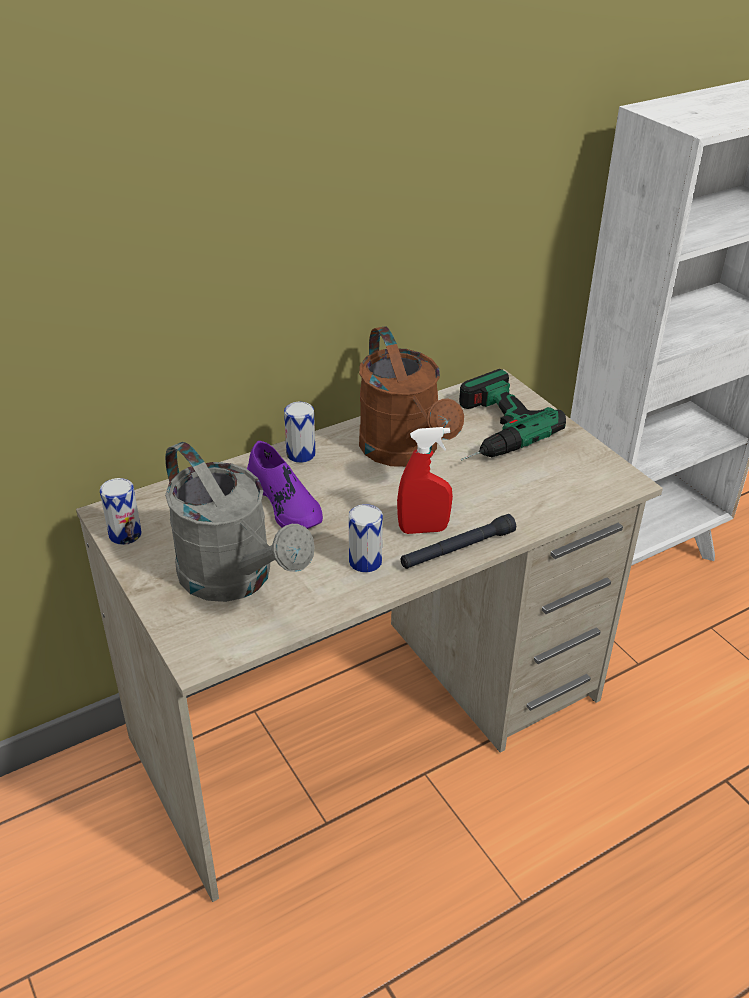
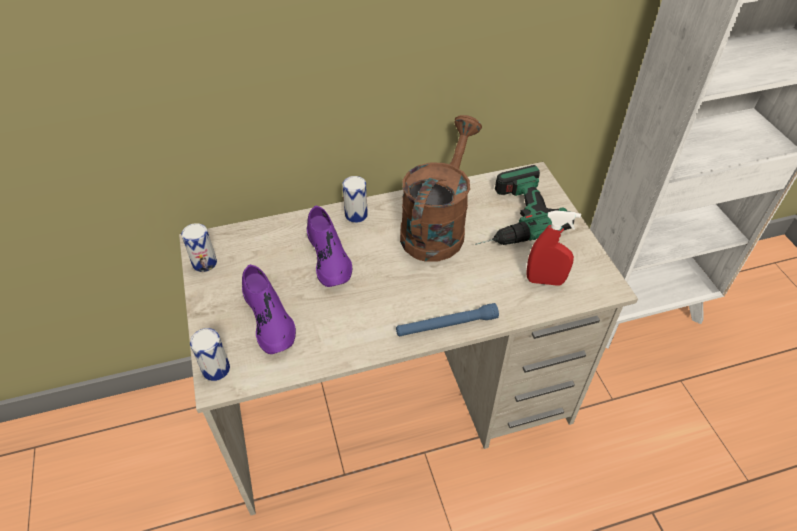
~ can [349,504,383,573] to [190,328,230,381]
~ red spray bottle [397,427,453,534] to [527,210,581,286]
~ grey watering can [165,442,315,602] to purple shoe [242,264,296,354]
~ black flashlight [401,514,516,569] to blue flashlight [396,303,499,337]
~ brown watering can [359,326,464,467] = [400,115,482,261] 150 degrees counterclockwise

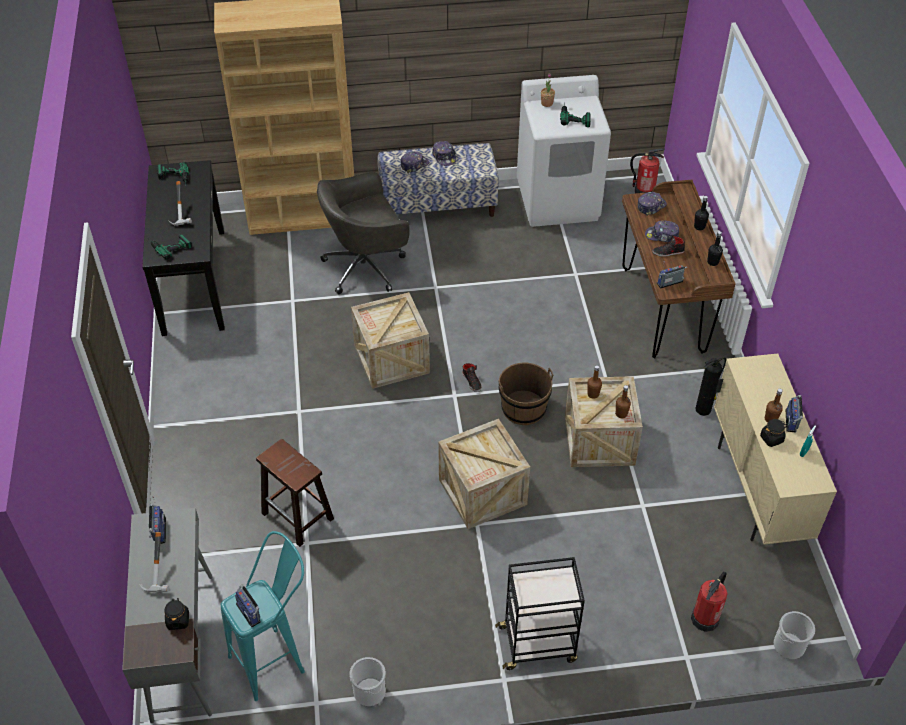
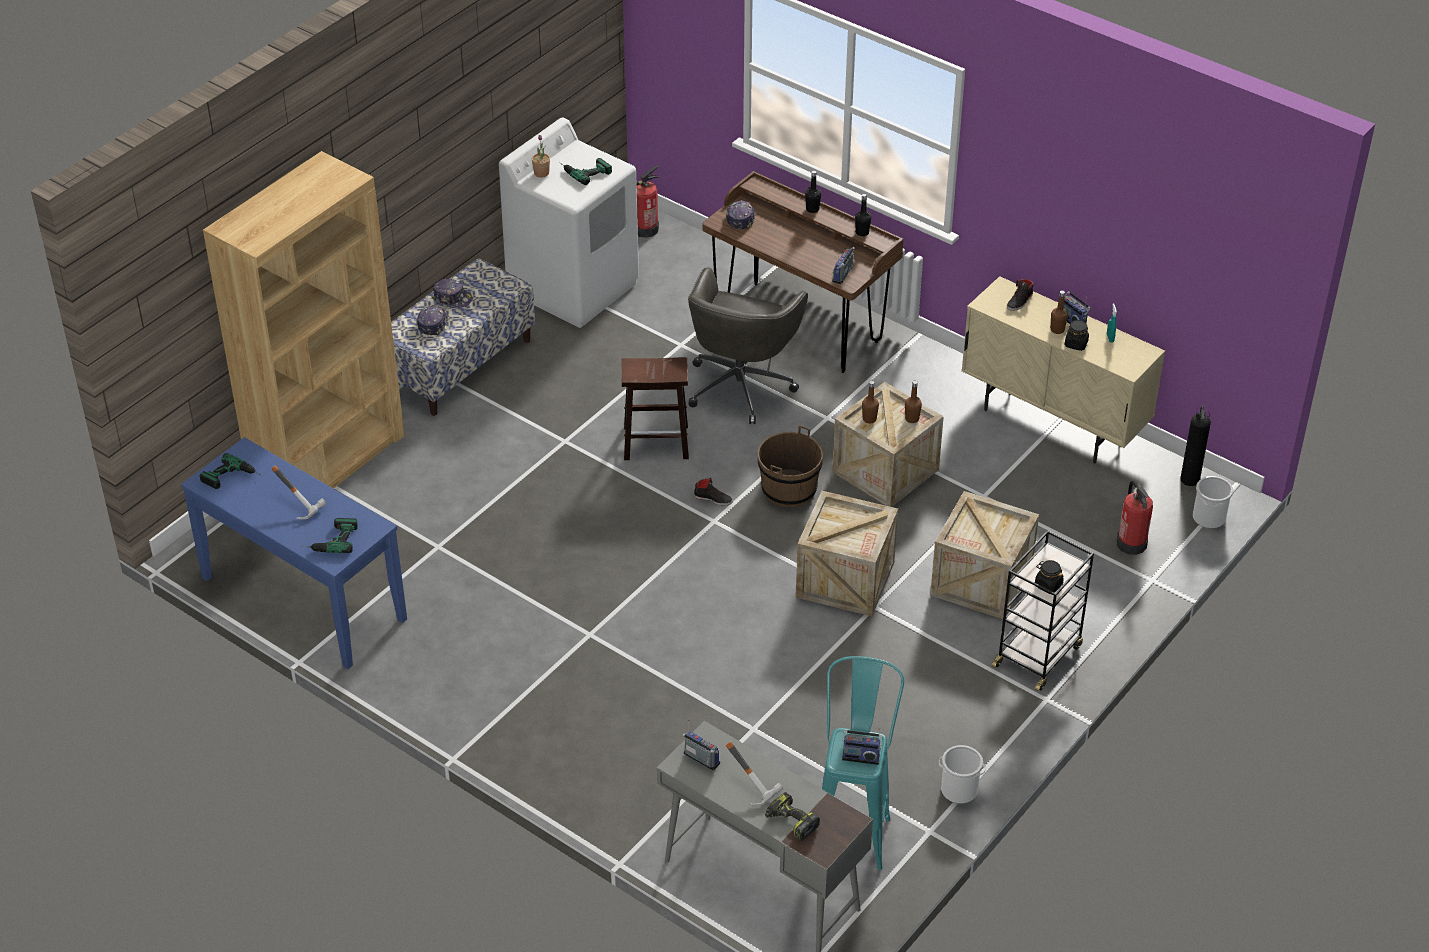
- cap [645,220,679,243]
+ power drill [765,792,820,841]
~ black jar [164,598,189,630] to [1035,560,1064,594]
~ brown stool [256,439,334,547] to [622,357,689,460]
~ grey office chair [317,172,410,294] to [688,267,808,424]
~ crate [351,292,430,389] to [930,491,1039,619]
~ black shoe [652,235,685,257] to [1007,279,1034,311]
~ fire extinguisher [695,357,726,416] to [1180,406,1211,486]
~ black console table [142,160,225,336] to blue console table [181,437,407,669]

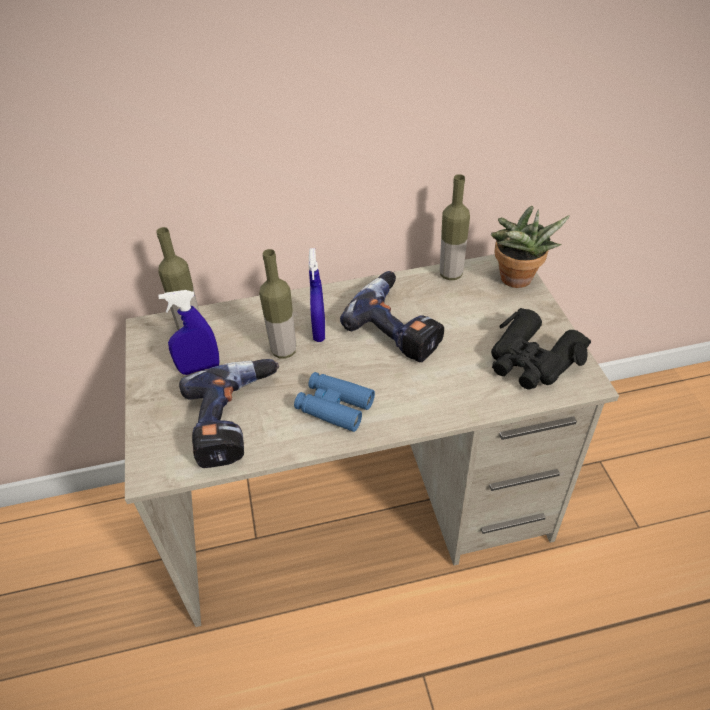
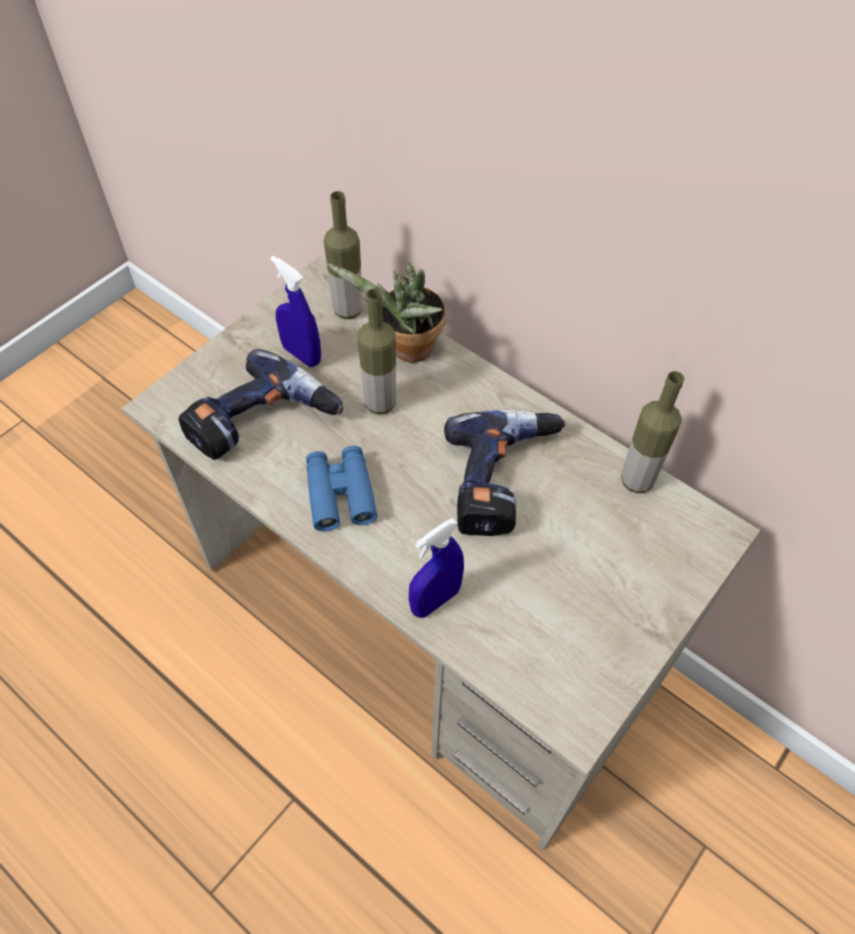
- black binoculars [491,308,591,389]
~ blue spray bottle [309,248,325,342] to [409,518,464,618]
~ potted plant [491,206,570,288] to [327,263,446,363]

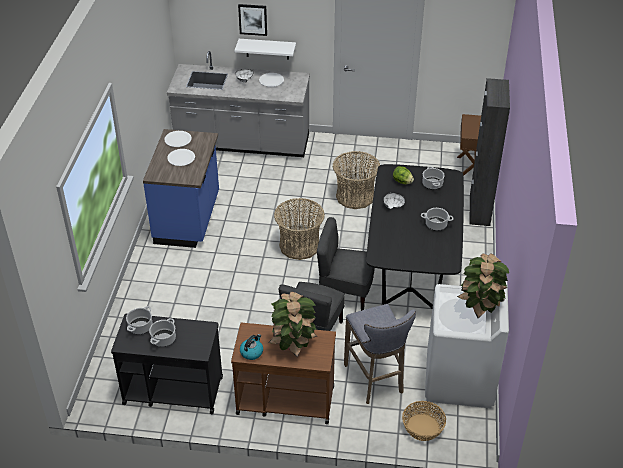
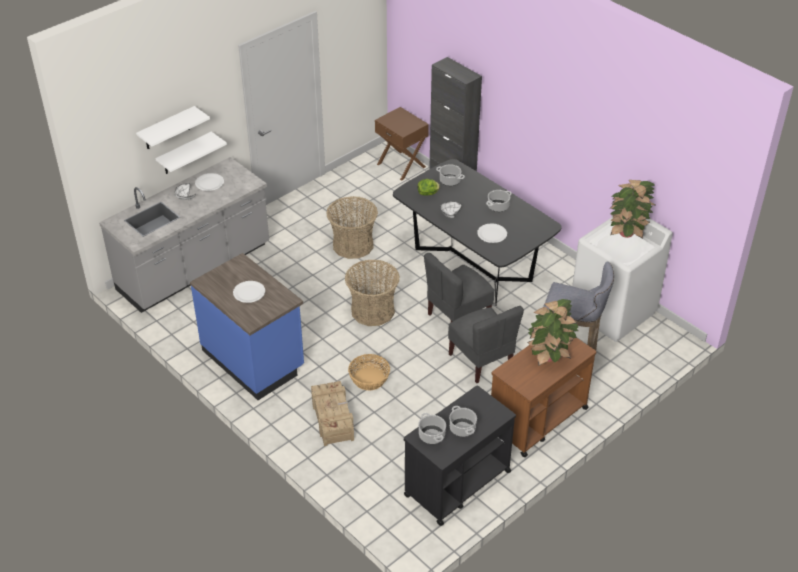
- kettle [240,334,263,360]
+ crate [311,381,354,446]
~ white plate [164,131,192,147] to [477,223,507,243]
~ basket [402,401,446,441] to [348,354,390,390]
~ picture [238,4,267,36] to white shelf [136,106,210,149]

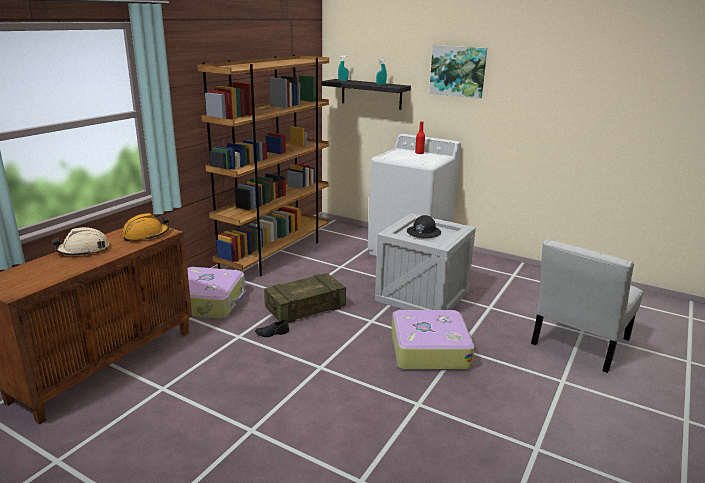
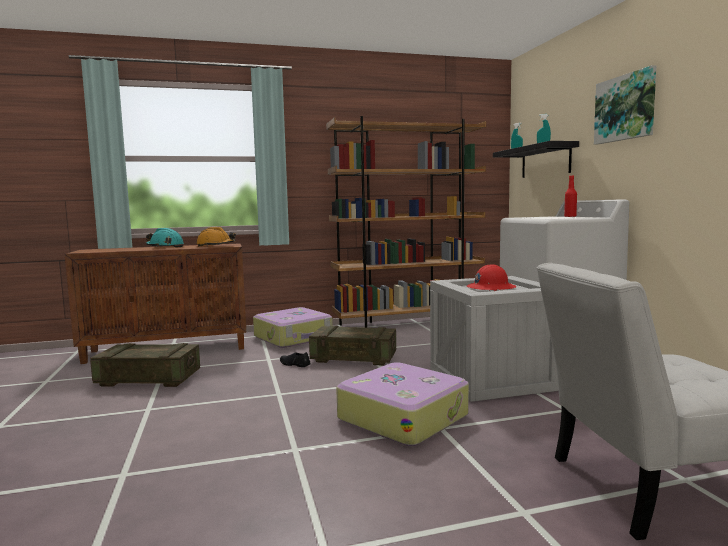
+ crate [90,343,200,387]
~ beige hard hat [52,227,109,256] to turquoise hard hat [146,228,184,248]
~ black hard hat [407,215,441,238] to red hard hat [467,264,516,291]

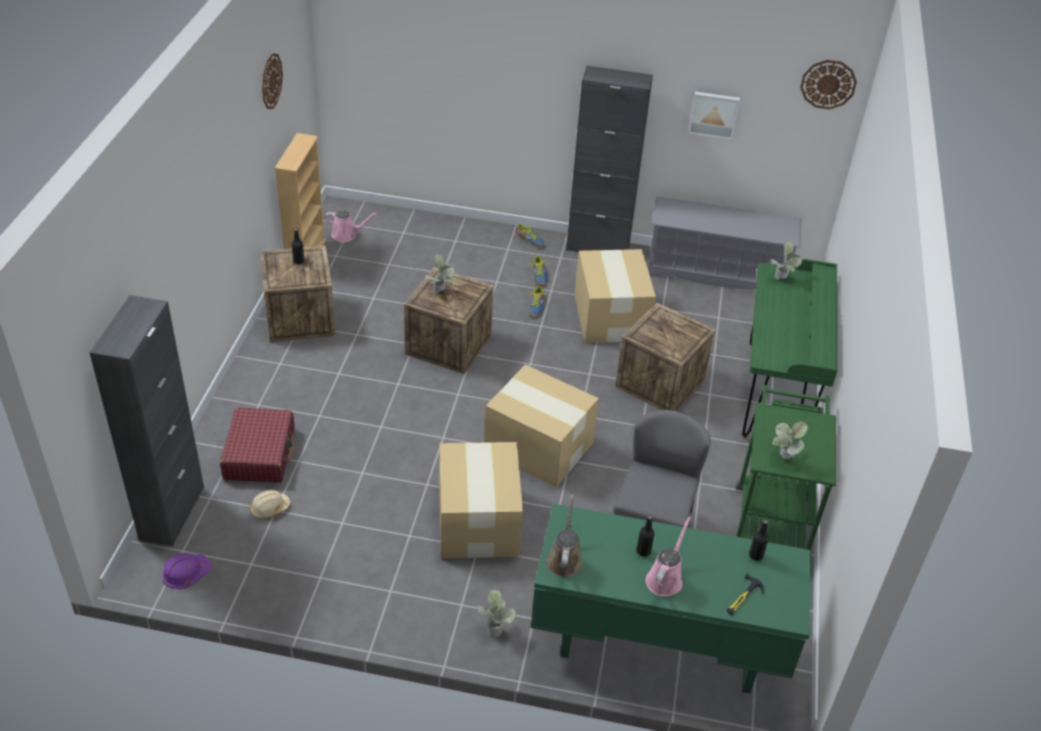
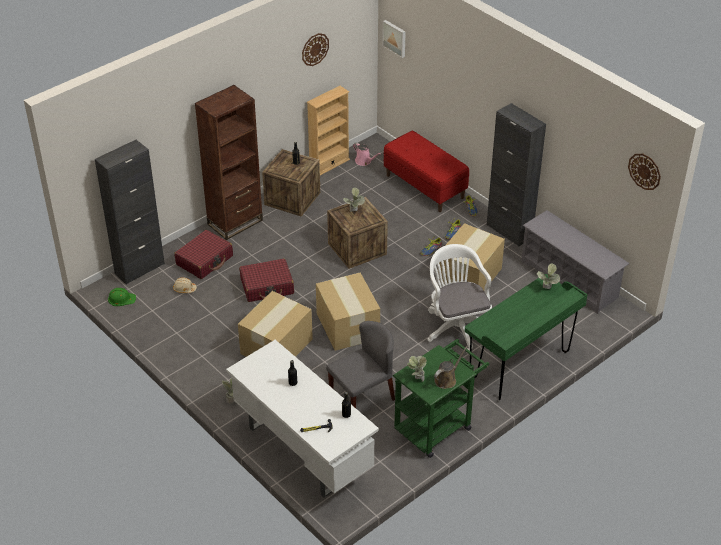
- pink watering can [646,517,691,597]
+ brown bookcase [195,85,263,240]
+ red suitcase [239,259,294,302]
+ red bench [384,131,469,212]
~ brown watering can [546,494,582,577] to [434,346,468,389]
~ picture [688,92,740,140] to [382,20,406,58]
~ crate [615,303,716,411] to white office chair [428,244,492,353]
~ purple hard hat [162,553,212,589] to green hard hat [108,288,136,306]
~ green desk [531,503,811,694] to white desk [226,340,379,497]

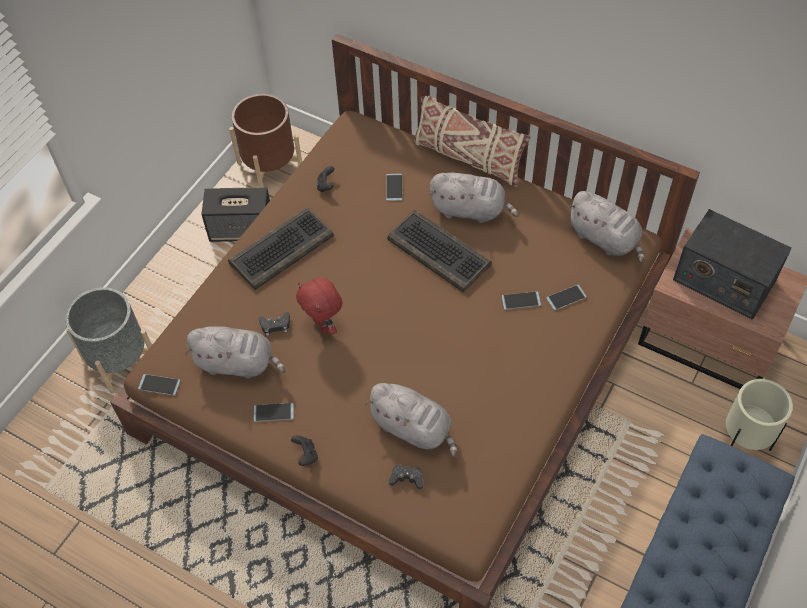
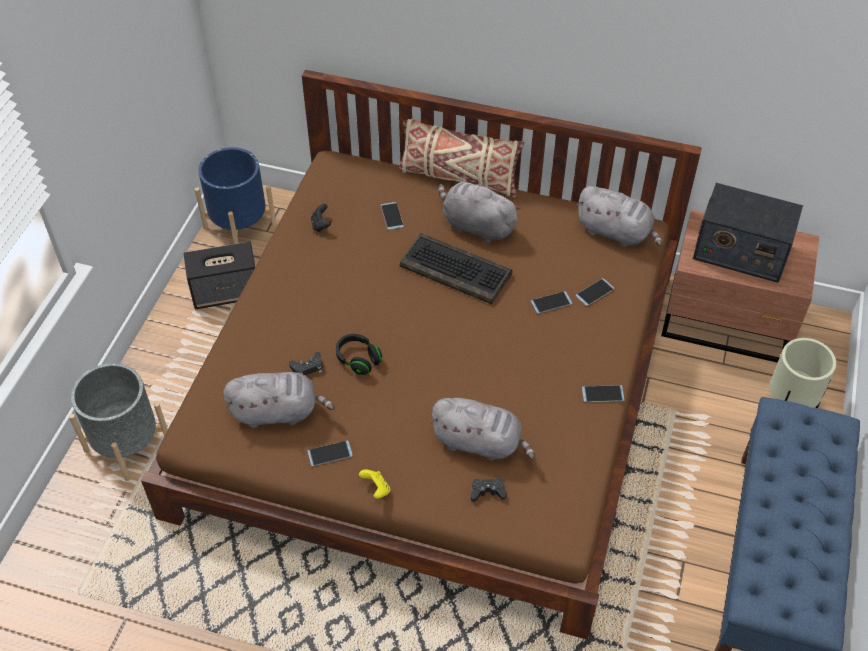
- keyboard [228,207,334,290]
~ phone [138,374,181,395] to [582,385,624,402]
~ red plush toy [296,278,343,335] to black headphones [336,334,382,375]
~ brown planter [229,94,302,187] to blue planter [195,147,276,244]
~ black game controller [291,436,318,466] to yellow game controller [359,469,390,499]
~ grey plush toy [429,173,519,223] = [438,180,521,243] 150 degrees counterclockwise

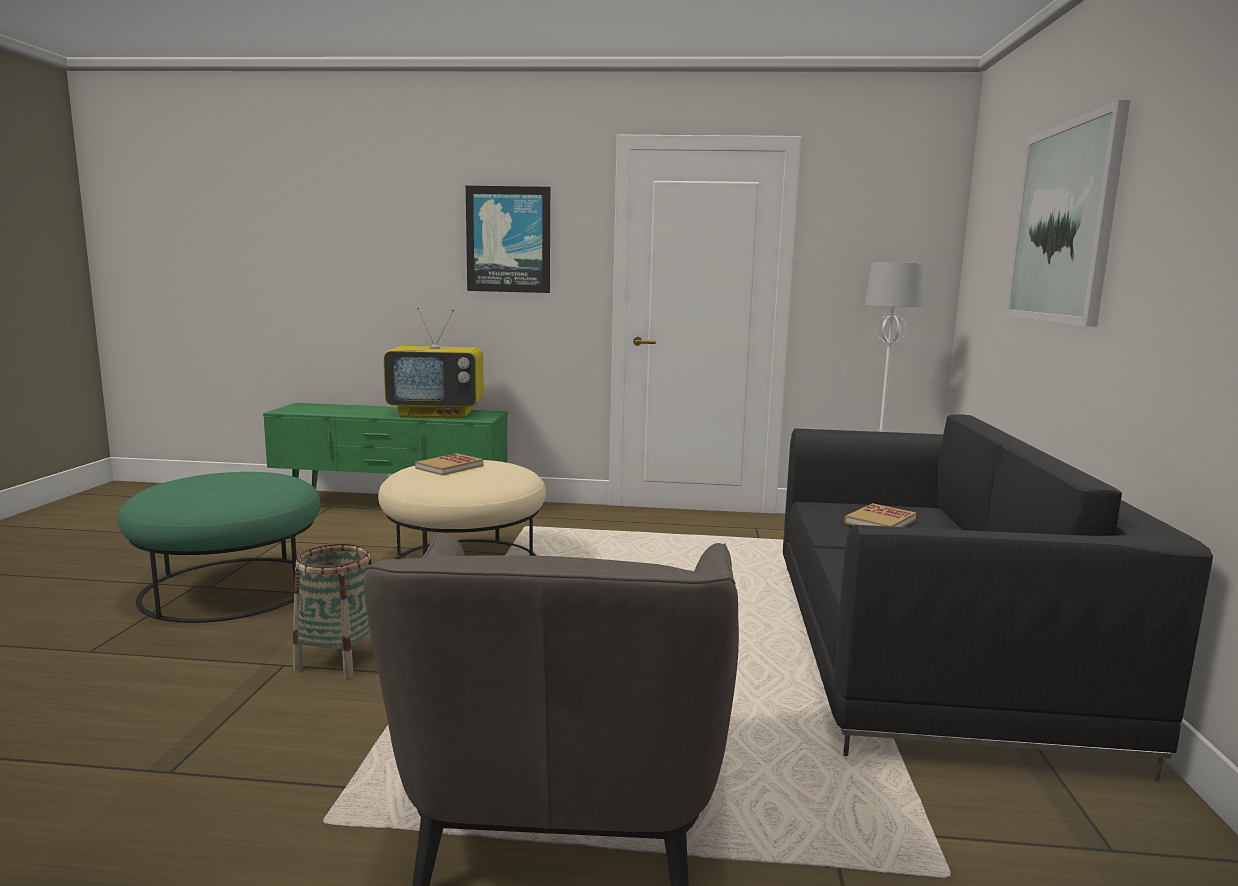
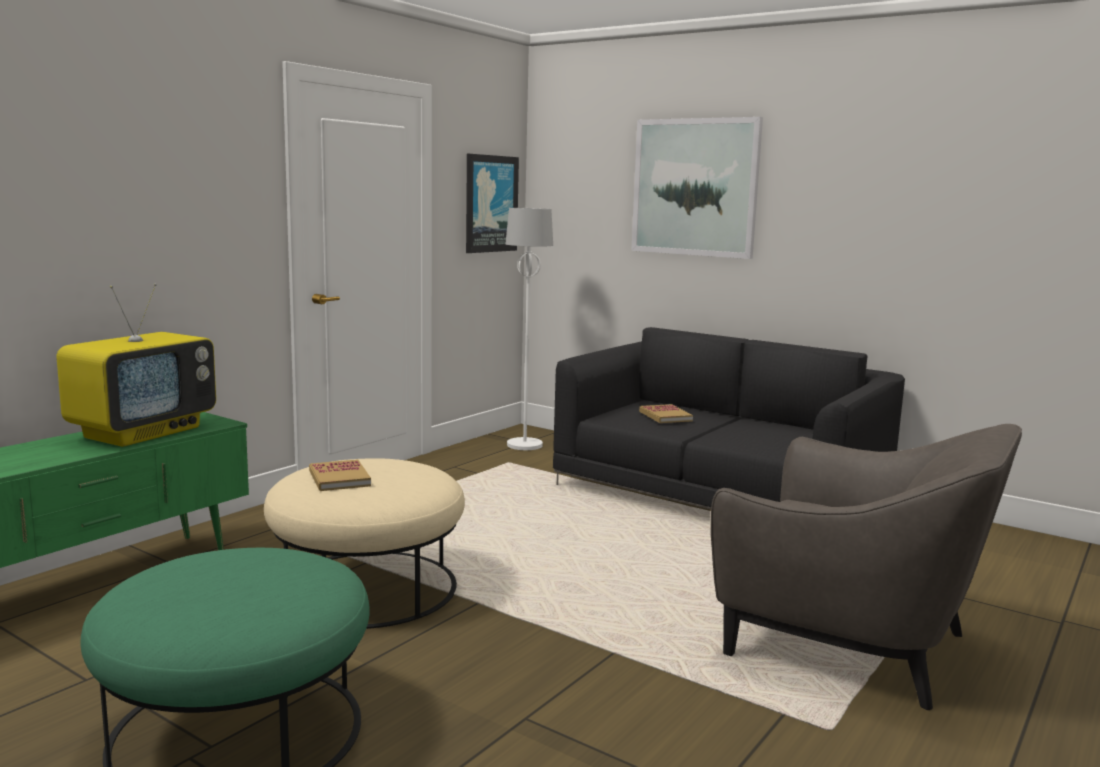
- basket [293,543,374,679]
~ picture [466,186,550,293] to [466,154,519,253]

